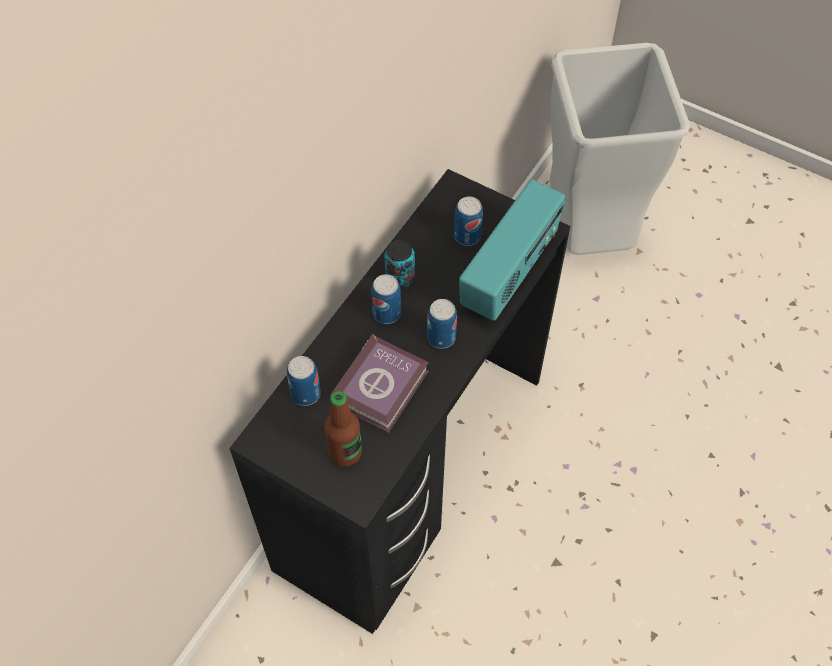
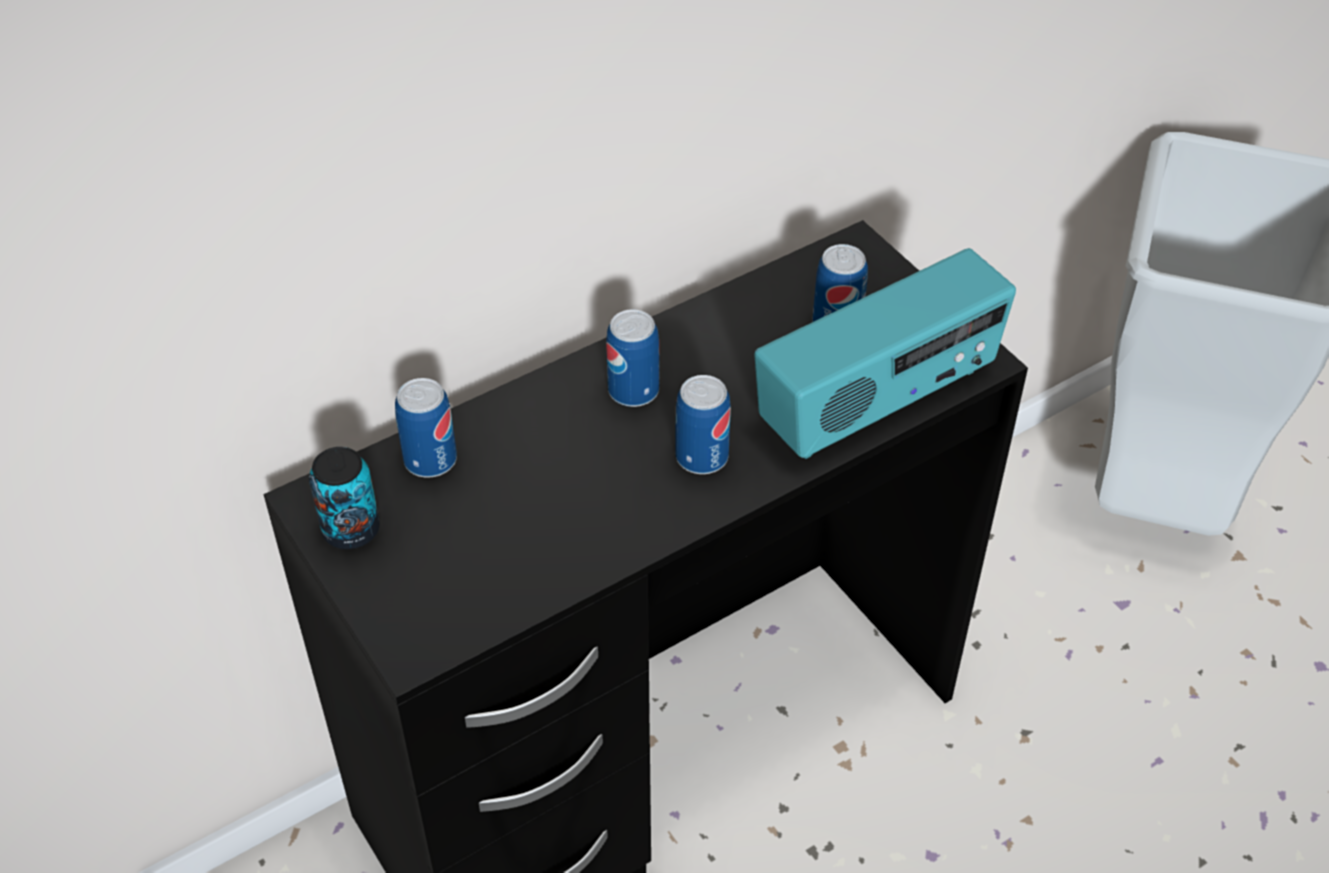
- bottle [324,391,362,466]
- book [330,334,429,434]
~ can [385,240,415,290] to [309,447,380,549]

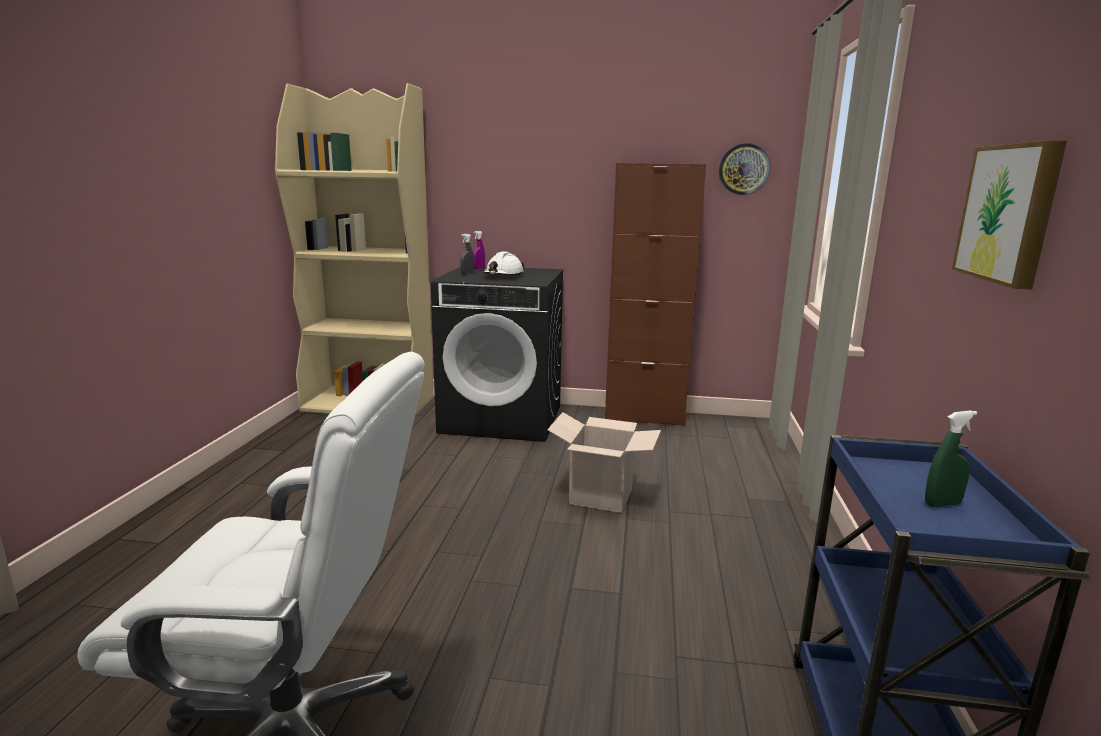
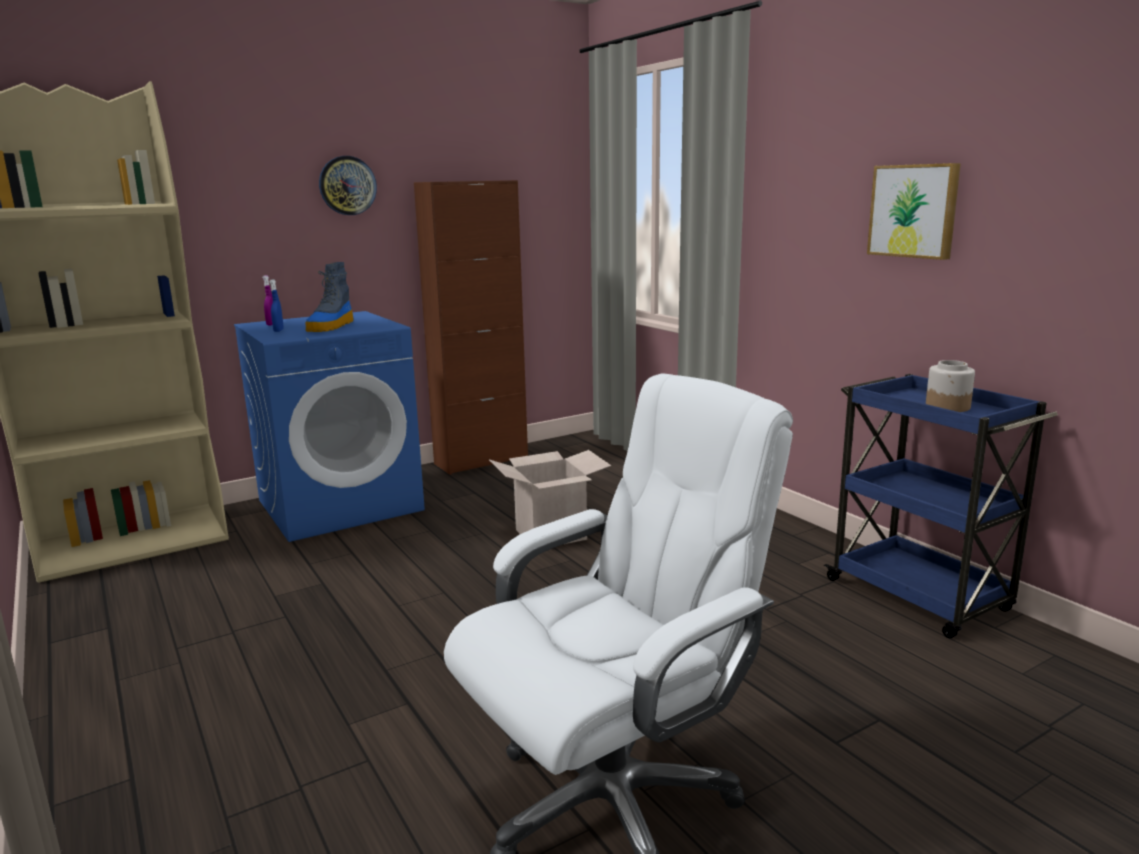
~ wall clock [719,143,770,195] to [319,156,377,215]
~ white hard hat [483,251,525,276] to boot [305,262,354,332]
~ green spray bottle [925,410,977,507] to jar [926,360,975,412]
~ black washing machine [431,266,564,442] to blue washing machine [234,311,425,542]
~ grey spray bottle [460,234,474,274] to blue spray bottle [269,279,284,332]

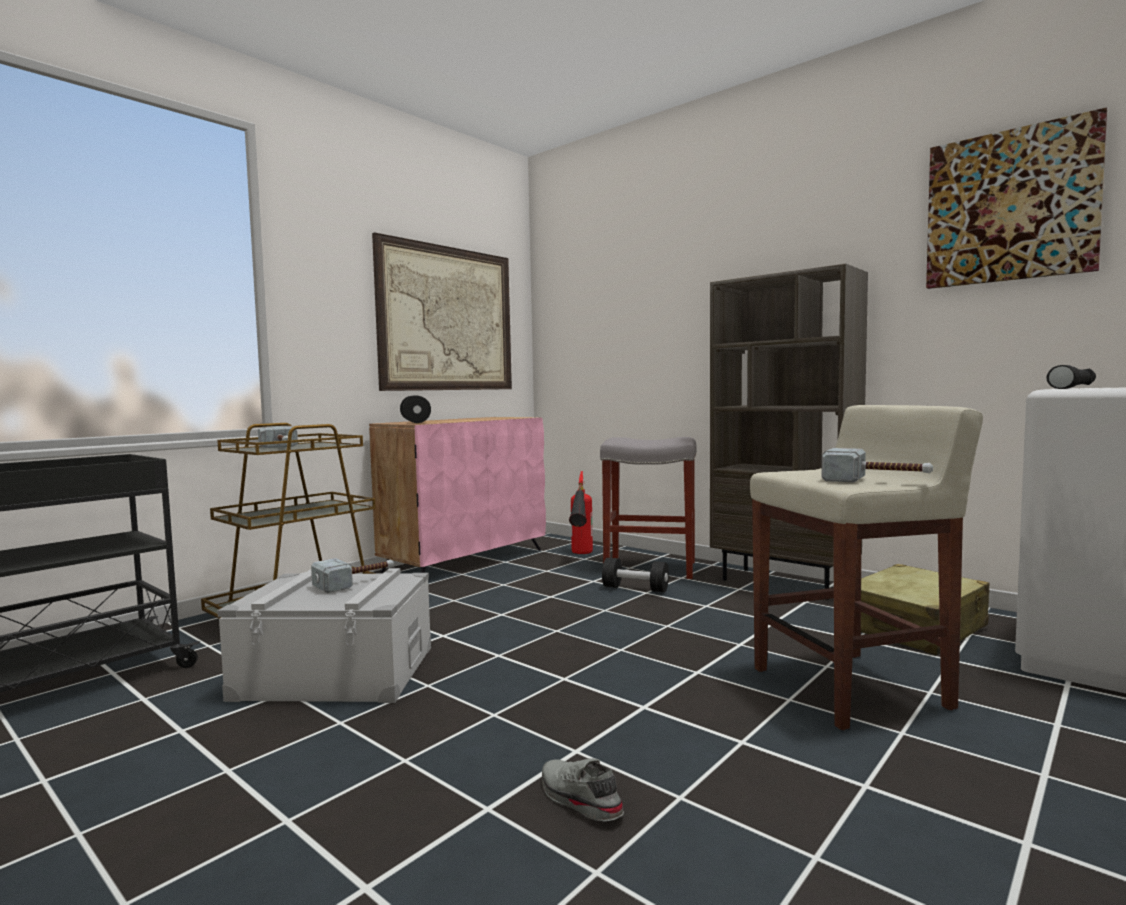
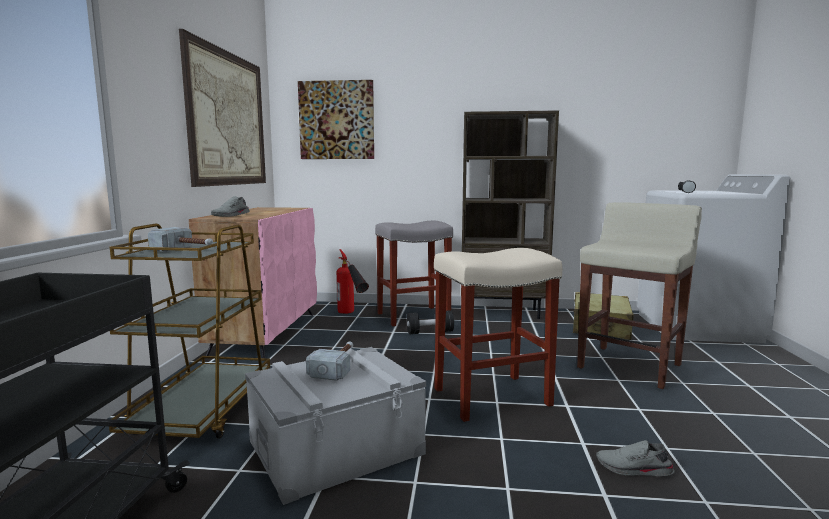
- hammer [821,448,933,483]
+ beige stool [434,248,562,422]
~ picture [926,107,1107,289] to [298,80,374,159]
~ black dumbbell [400,396,431,423] to grey shoe [211,196,250,217]

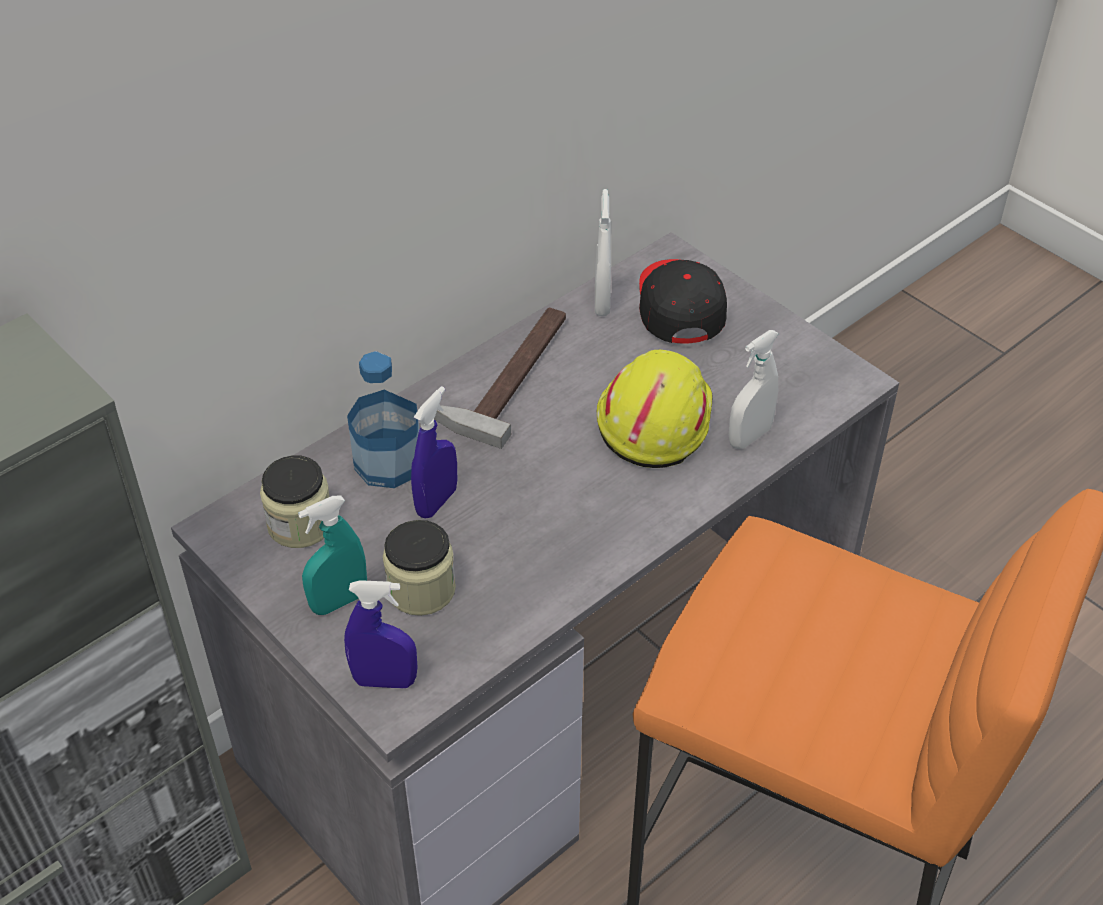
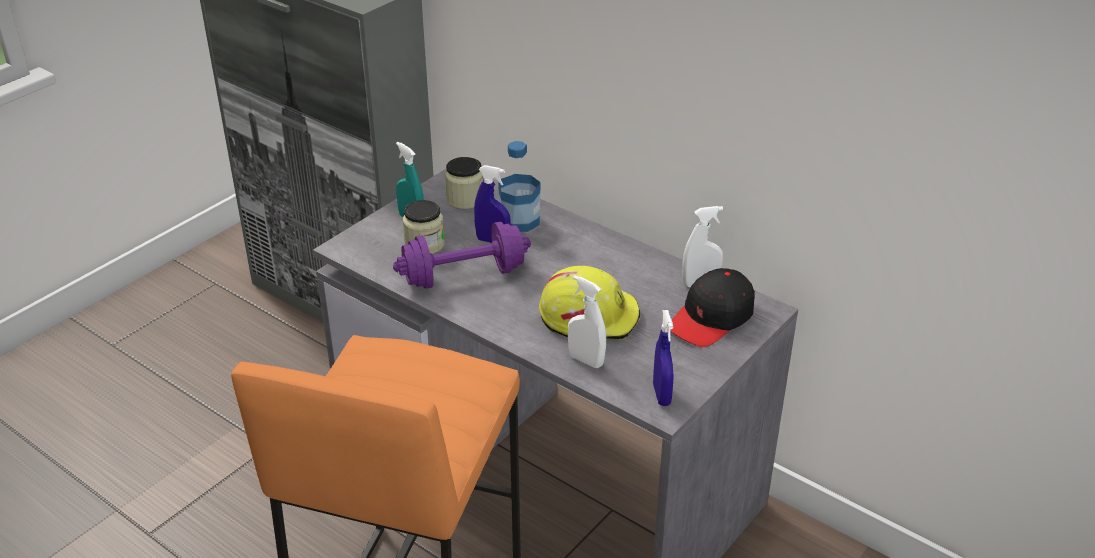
- hammer [434,308,566,449]
+ purple dumbbell [393,222,531,289]
~ blue spray bottle [344,580,417,688] to [653,310,673,406]
~ black cap [639,259,727,343] = [671,268,755,347] 150 degrees clockwise

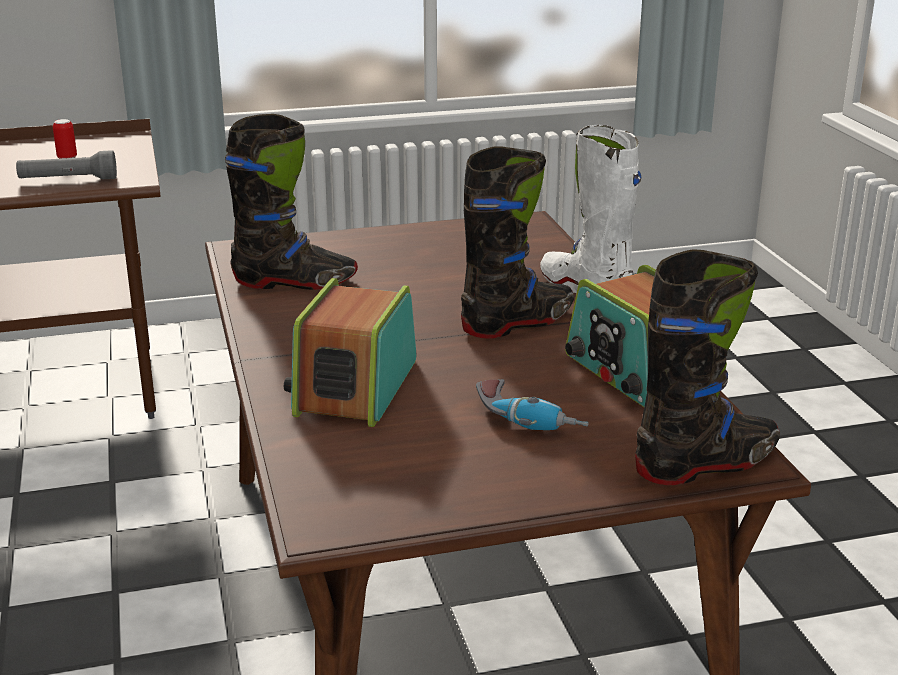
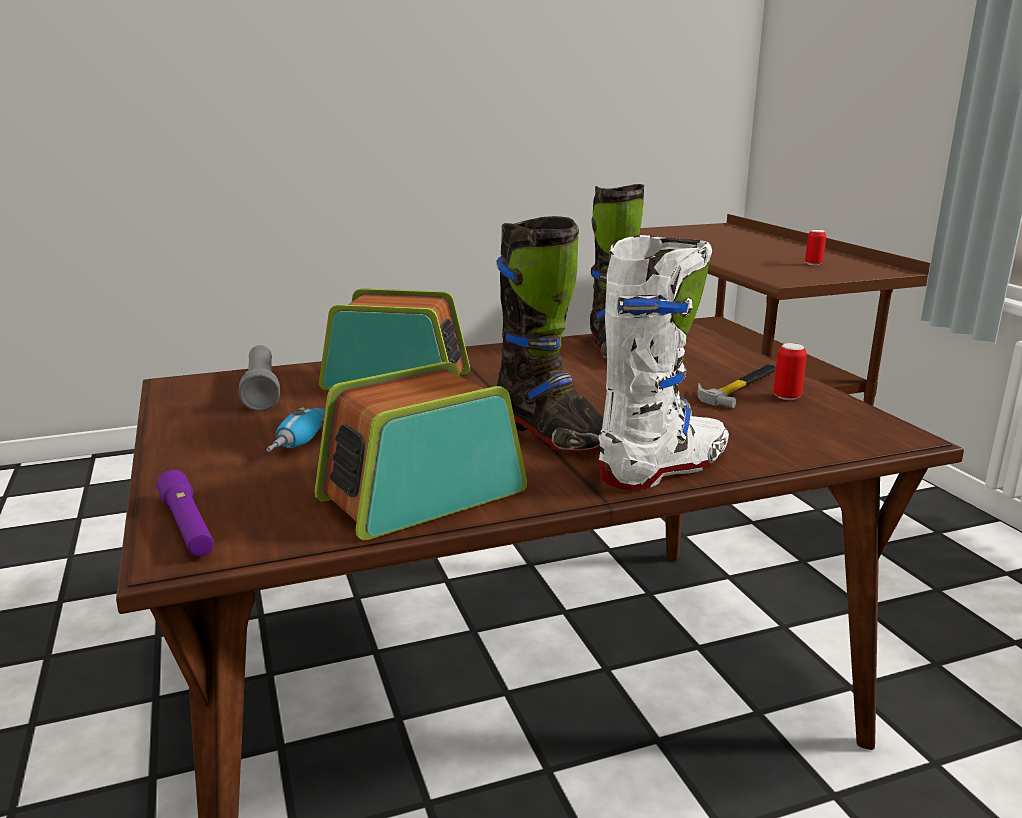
+ hammer [698,364,776,408]
+ can [773,343,807,400]
~ grey flashlight [16,150,117,179] to [239,345,280,412]
~ black boot [635,249,780,485] to purple flashlight [157,470,214,556]

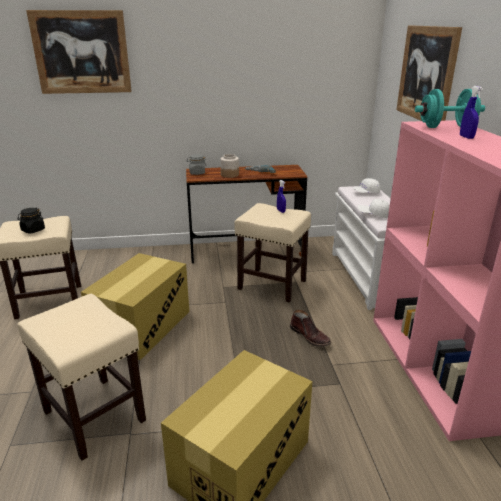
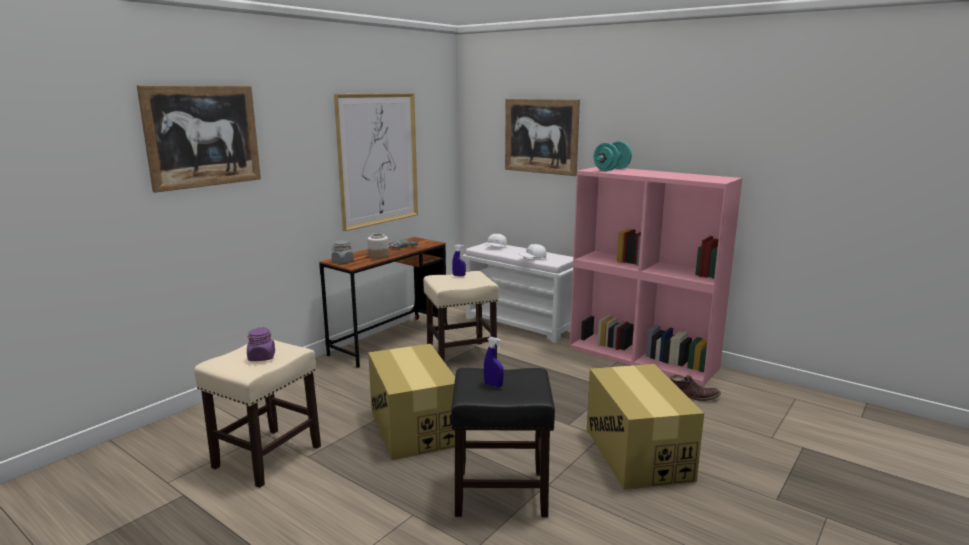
+ picture [334,93,418,231]
~ brown boot [290,310,331,347] to [670,375,721,401]
~ blue spray bottle [460,86,483,139] to [484,337,504,387]
~ black jar [17,208,45,234] to purple jar [247,327,275,361]
~ beige stool [17,294,146,461] to black stool [451,368,555,517]

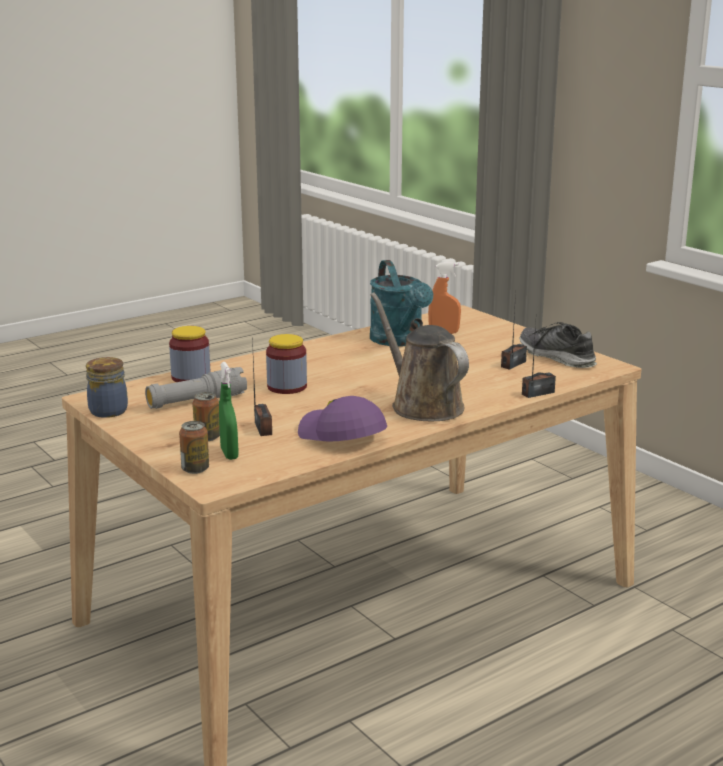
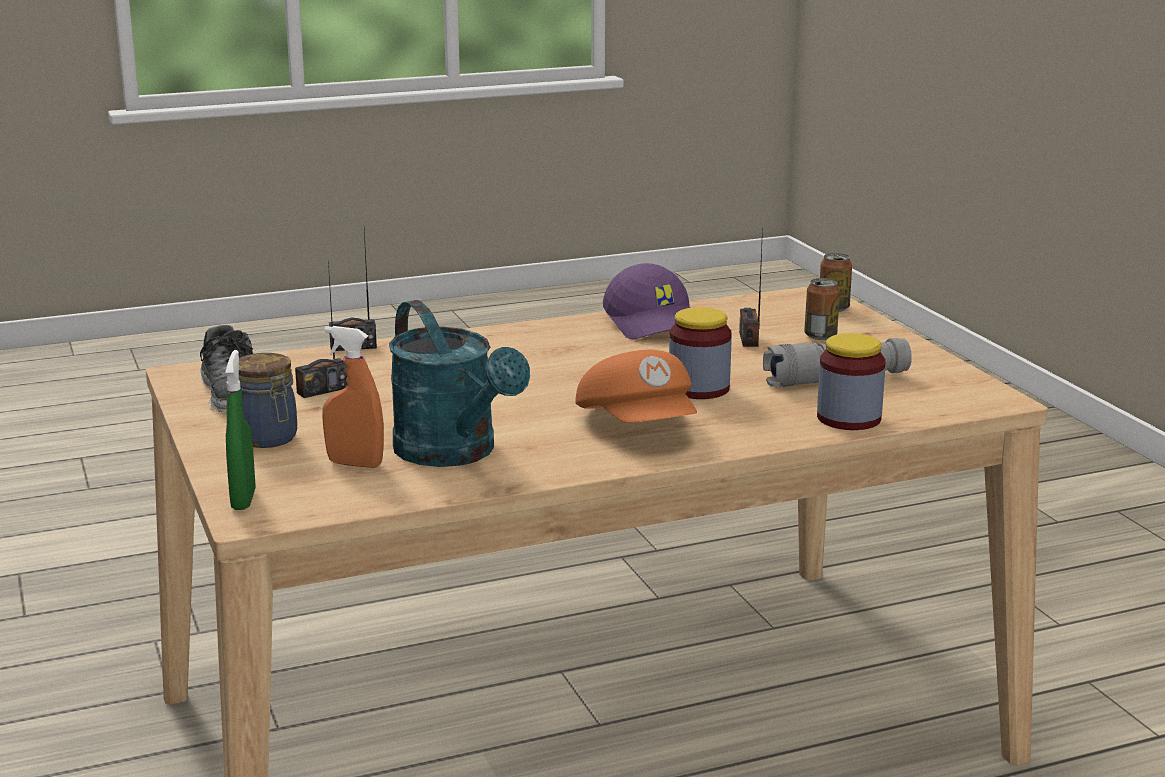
- brown watering can [370,292,469,421]
+ orange cap [575,350,697,423]
~ jar [86,357,128,418] to [239,353,297,448]
~ green spray bottle [219,362,238,460] to [225,350,256,510]
~ turquoise watering can [370,260,433,347] = [389,300,530,467] 150 degrees clockwise

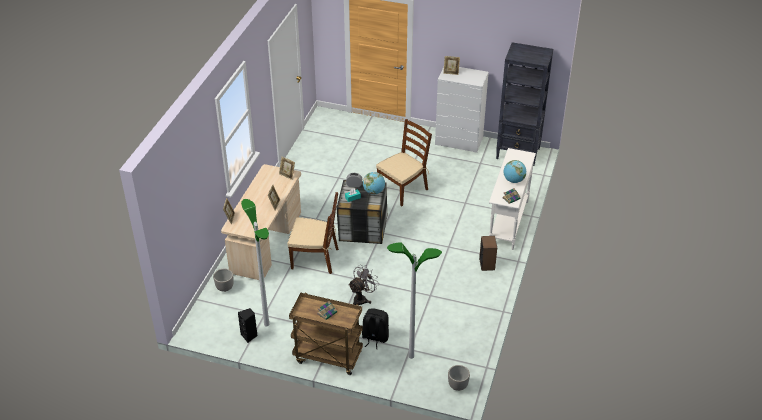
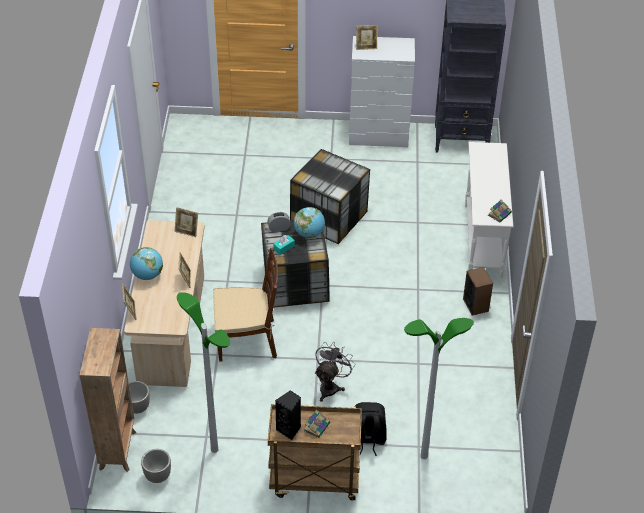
+ brown bookcase [80,328,137,472]
~ black speaker [238,308,258,343] to [275,390,301,440]
~ planter [448,365,470,391] to [141,449,171,483]
~ globe [503,160,526,183] to [130,247,163,280]
~ brown chair [376,119,432,206] to storage box [290,149,370,244]

